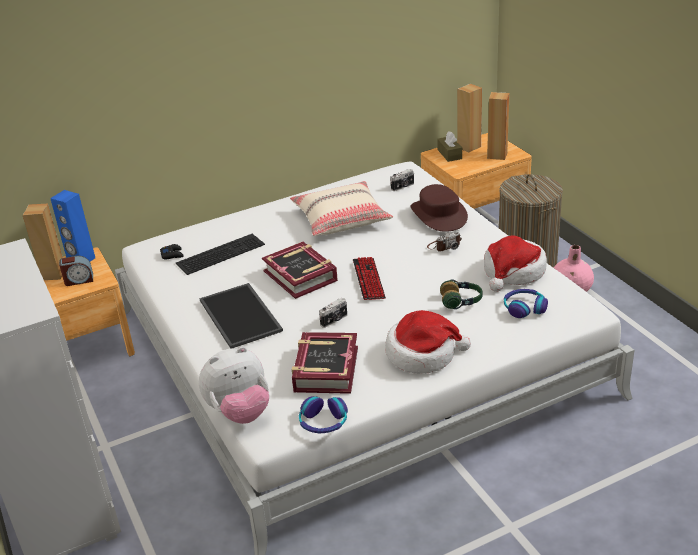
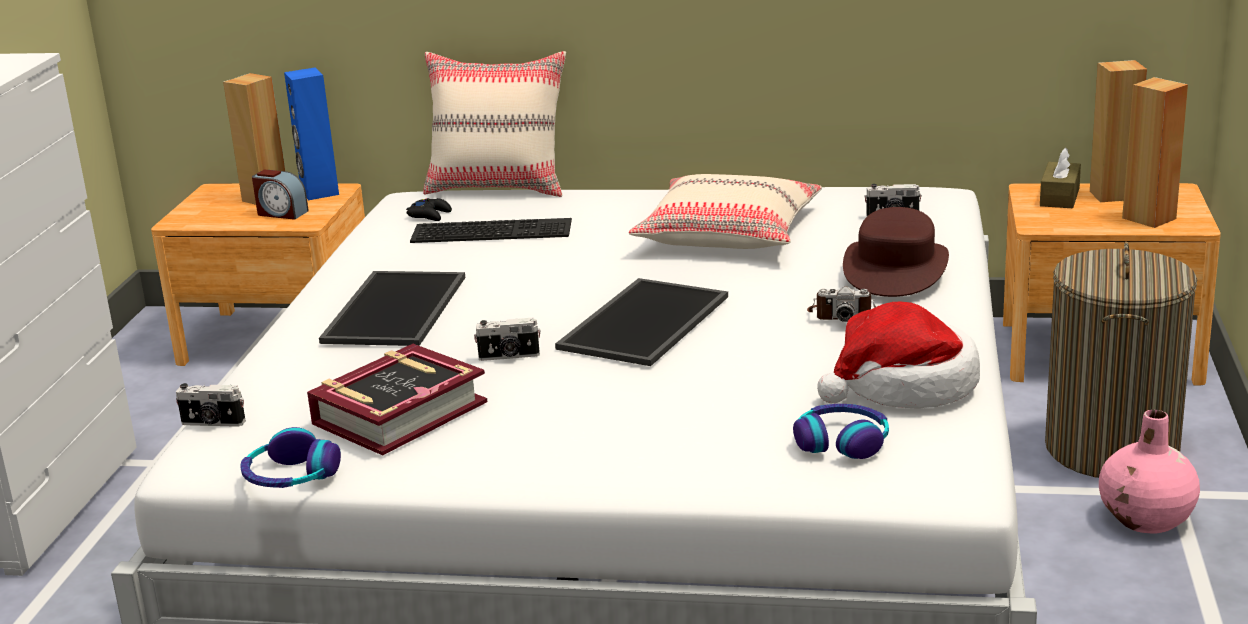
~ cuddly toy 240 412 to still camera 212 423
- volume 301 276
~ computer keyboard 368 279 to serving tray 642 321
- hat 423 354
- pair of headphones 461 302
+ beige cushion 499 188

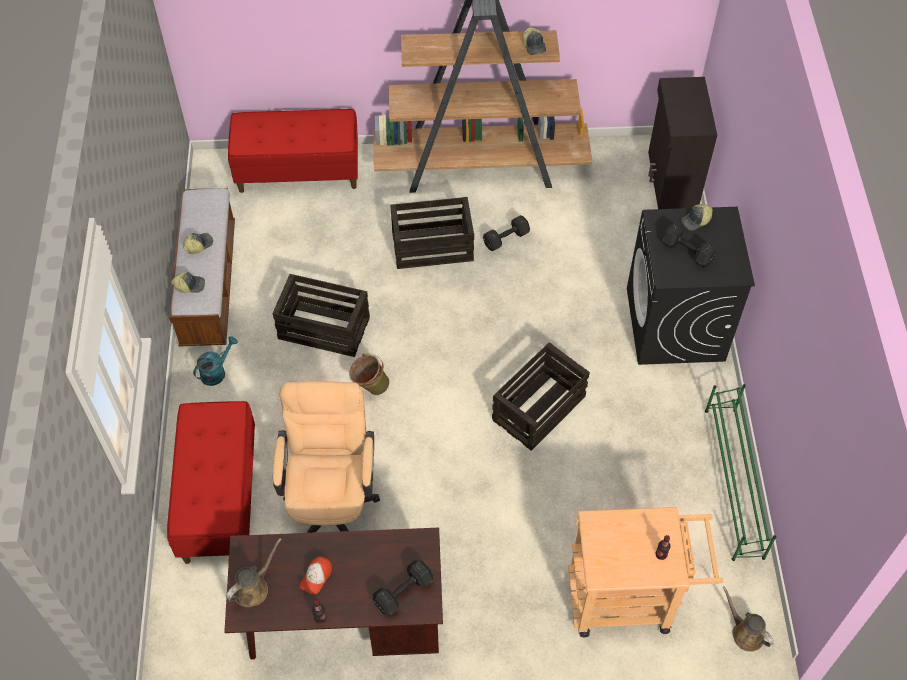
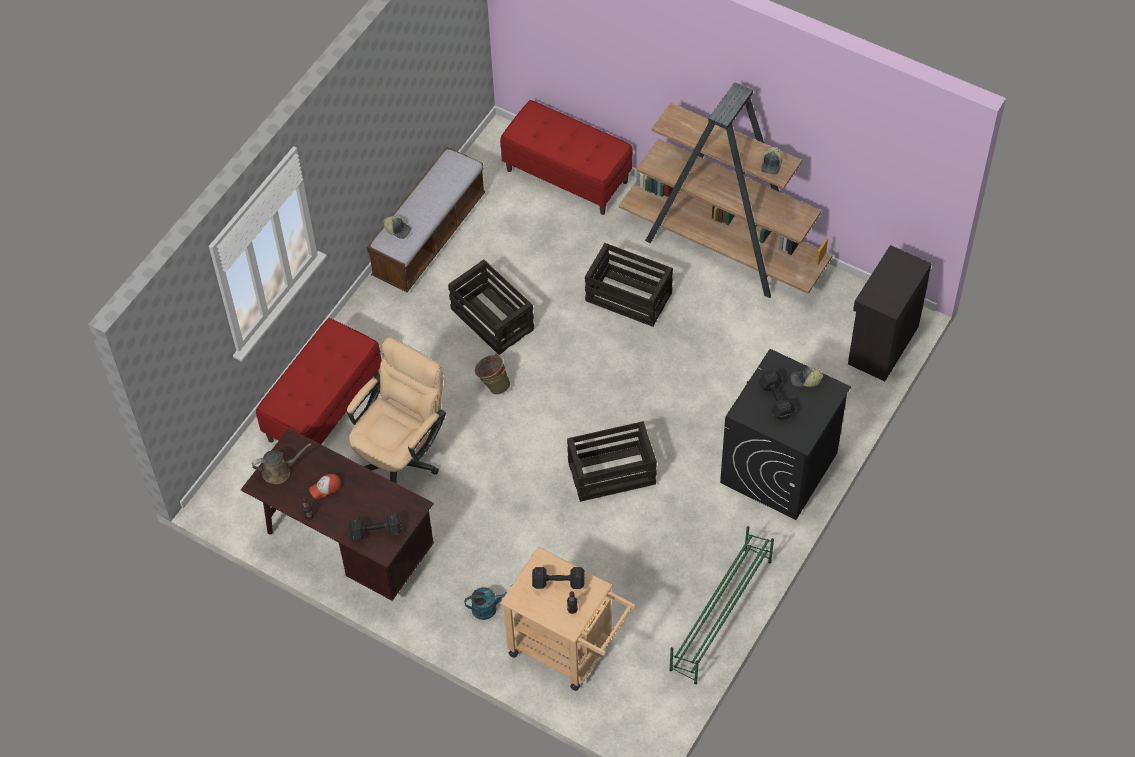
- cap 198 245
~ blue-green watering pot 216 371 to 489 607
~ black-coloured dumbbell 505 239 to 557 582
- brownish watering pot 745 633

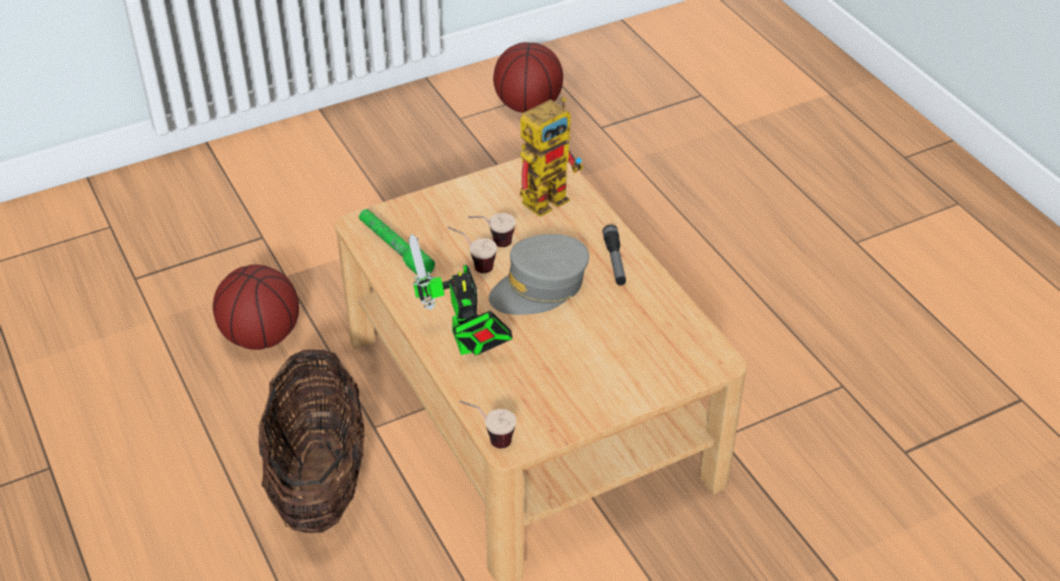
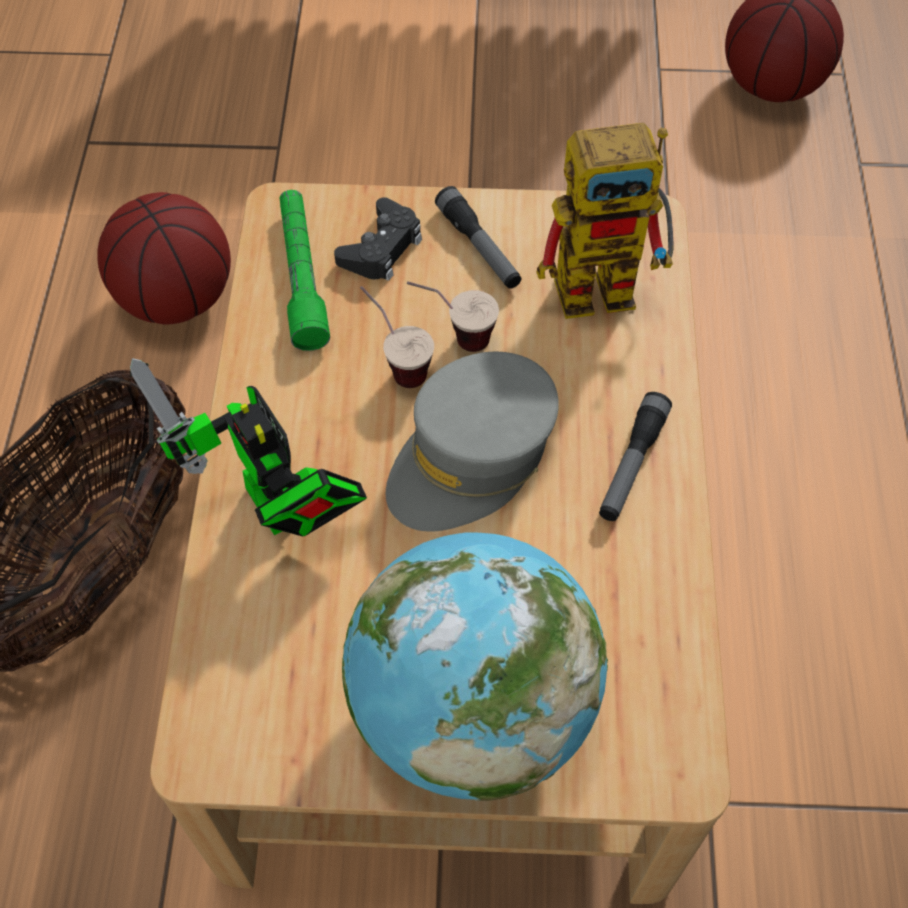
~ toy robot 466 345 = 278 513 45 degrees counterclockwise
- small cup 488 439
~ grey cap 540 288 = 471 458 45 degrees counterclockwise
+ black-coloured game controller 381 248
+ world globe 472 709
+ hand torch 479 247

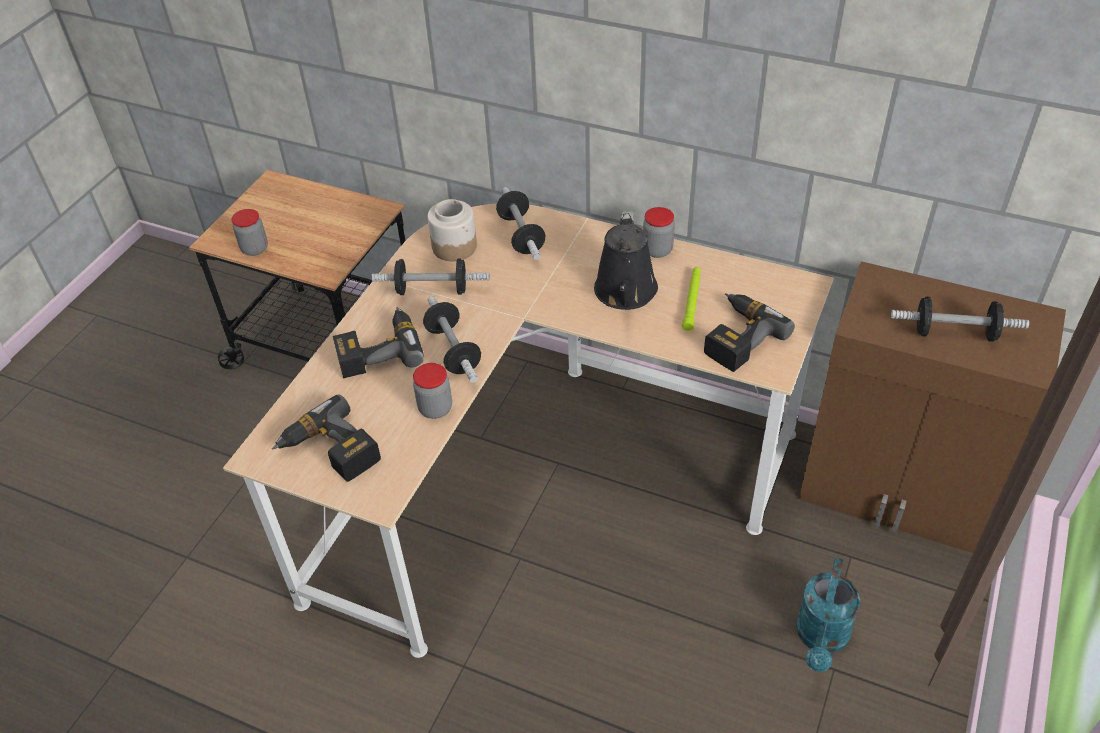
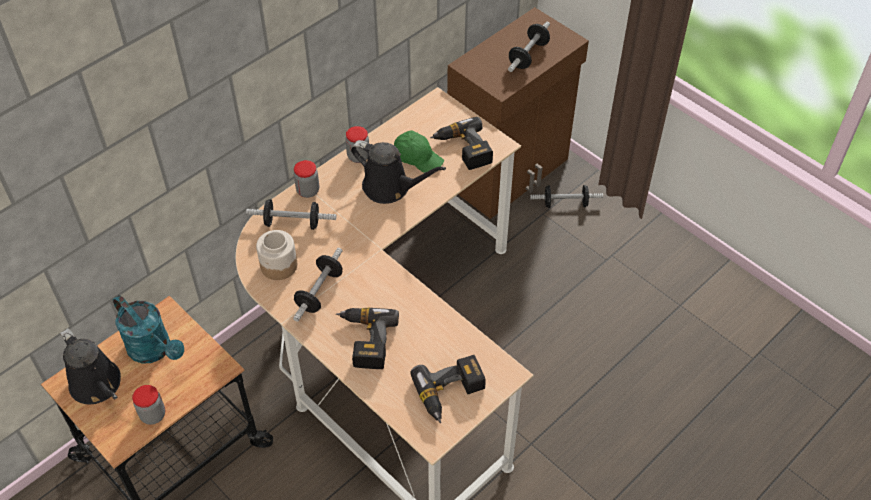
~ jar 435 408 to 308 191
~ dumbbell 453 351 to 565 203
~ green-coloured hand torch 692 300 to green-coloured cap 418 158
~ blue-green watering pot 821 638 to 154 350
+ black-coloured watering pot 98 386

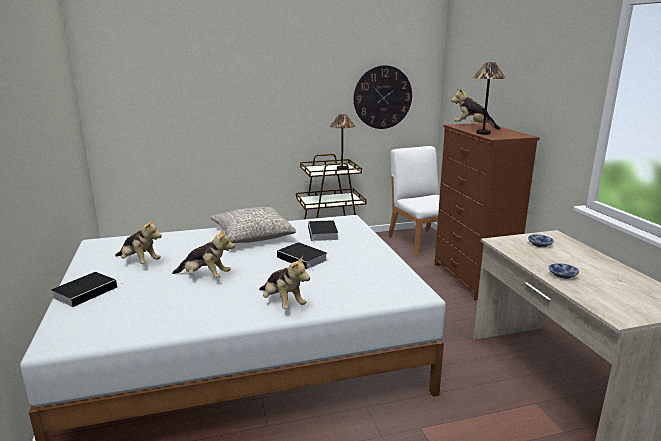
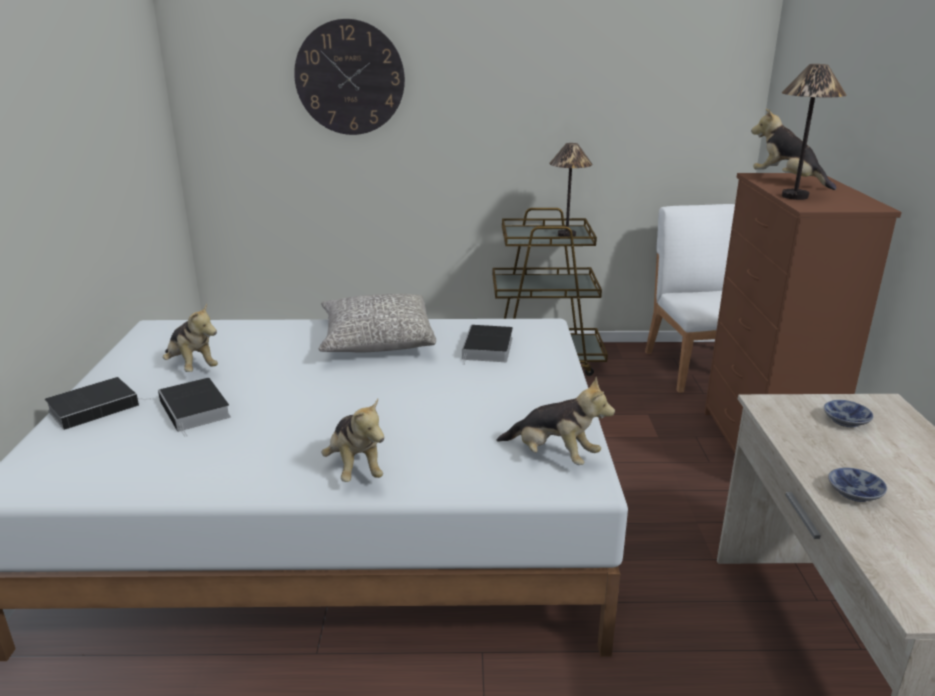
~ cuddly toy 205 277 to 553 456
~ volume 303 259 to 196 410
~ hanging clock 382 97 to 350 78

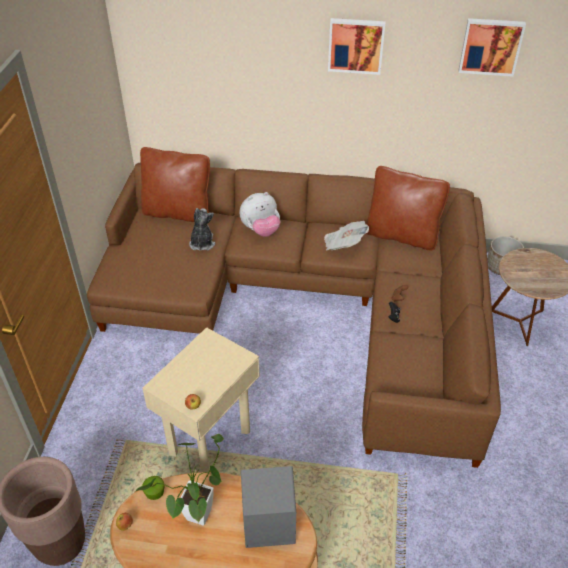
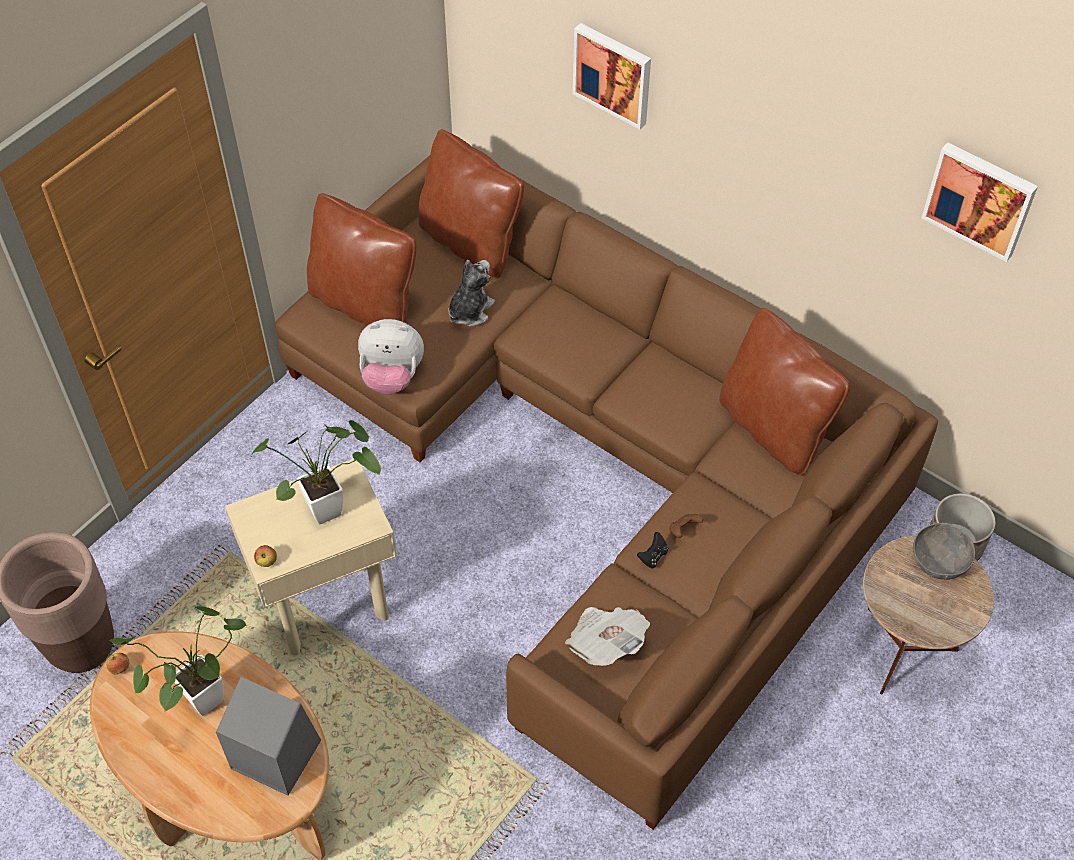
- apple fruit 155 493
~ cuddly toy 261 230 to 392 377
~ newspaper 344 244 to 605 643
~ wall picture 356 45 to 613 74
+ houseplant 333 509
+ brownish cushion 365 304
+ grey bowl 939 561

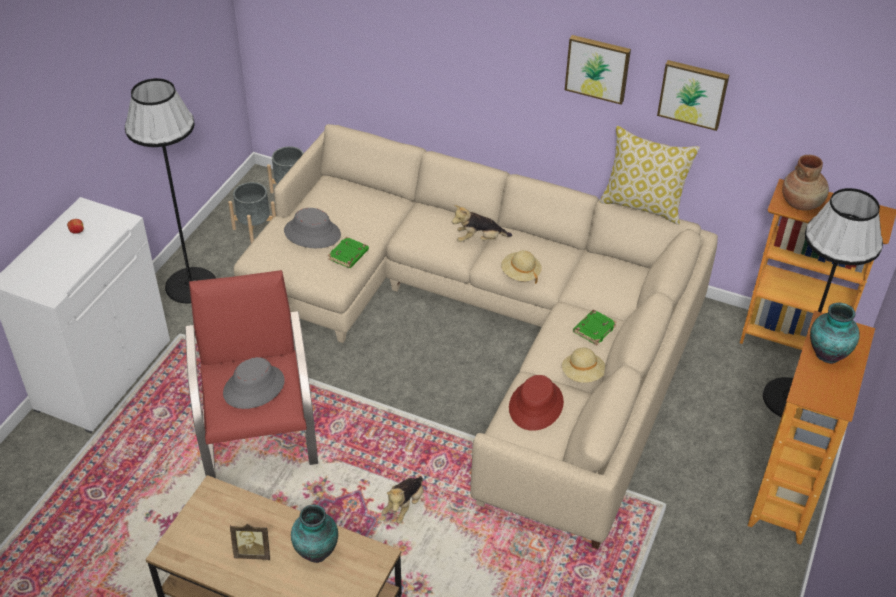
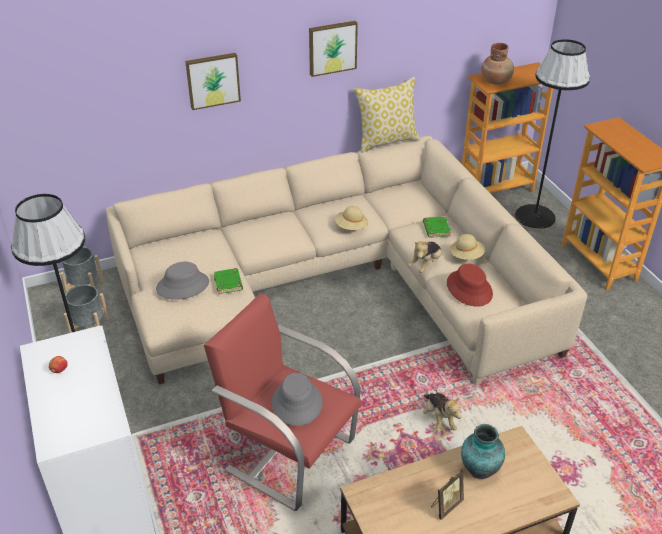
~ cuddly toy 479 240 to 425 264
~ wall picture 693 93 to 212 80
- flower vase 826 354

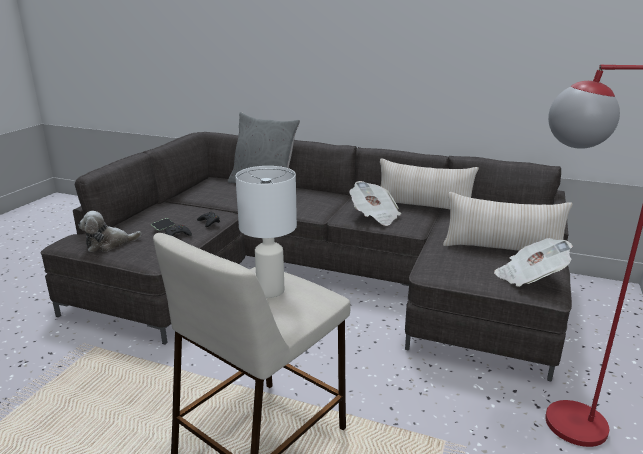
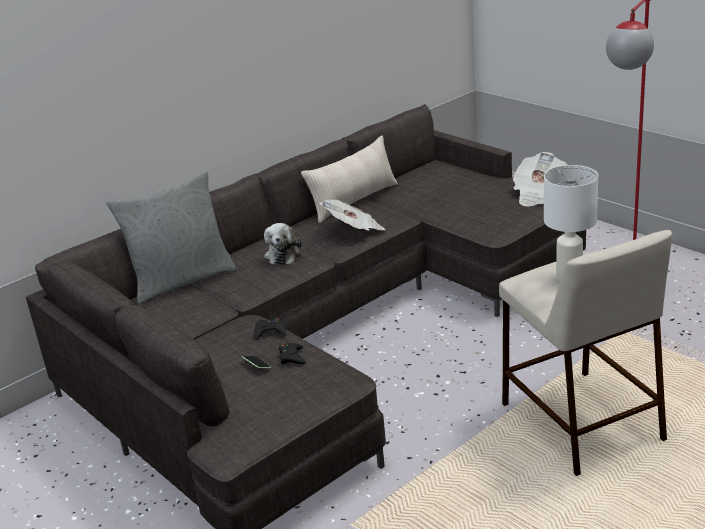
~ cuddly toy 109 244 to 283 254
- beige cushion 502 249

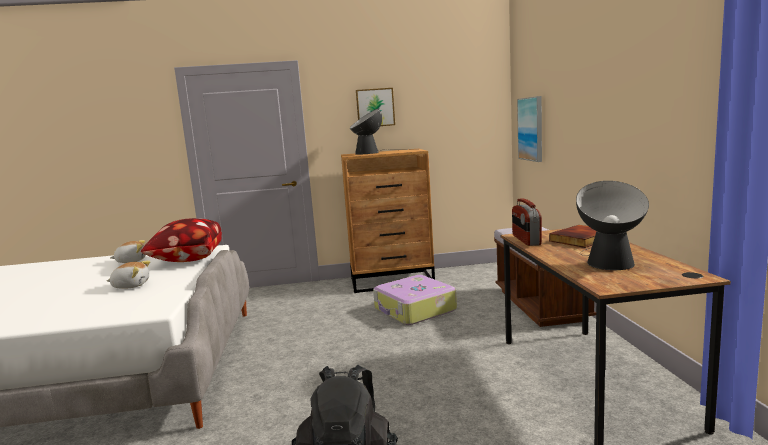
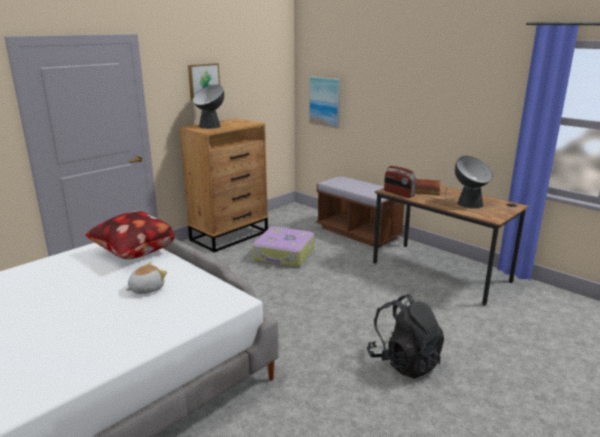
- cuddly toy 131 261

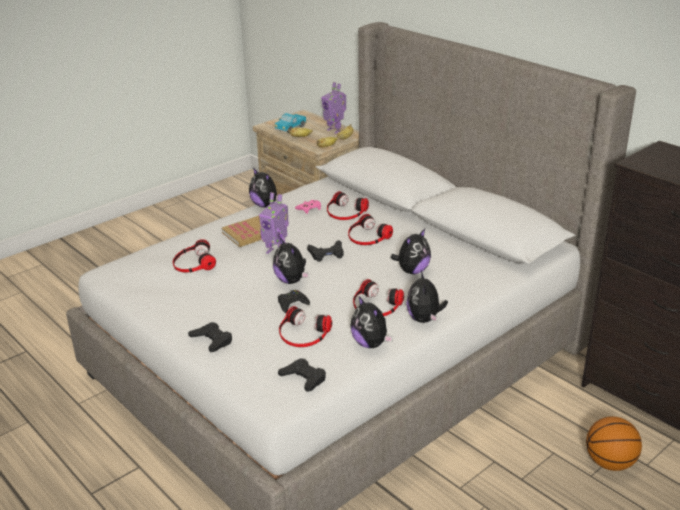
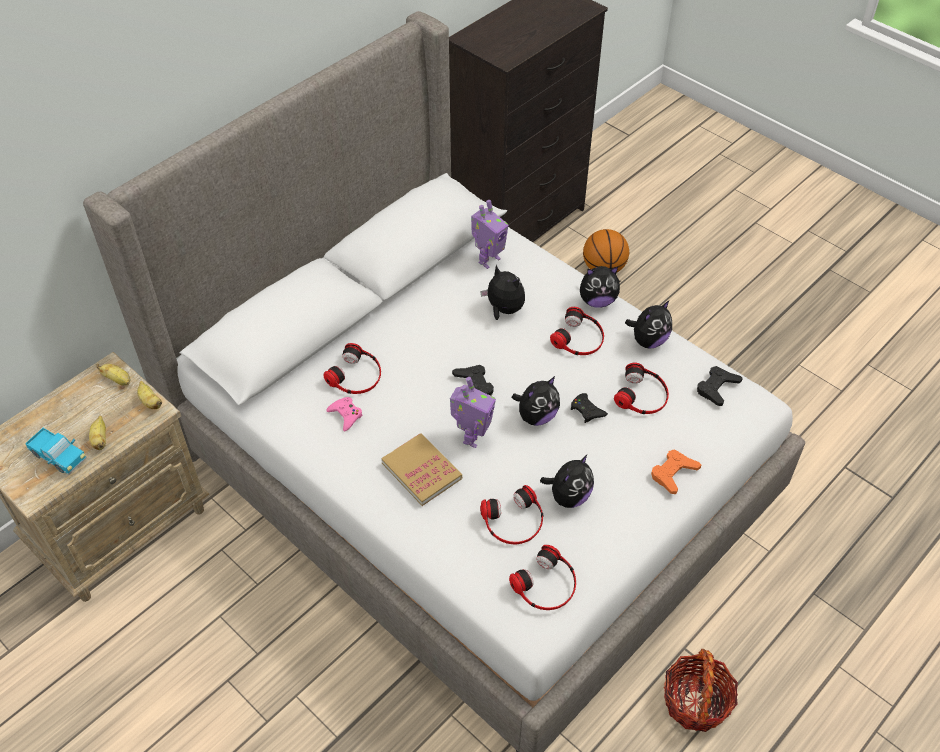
~ black-coloured game controller 212 340 to orangey game controller 673 473
~ cuddly toy 265 205 to 568 496
~ toy robot 334 130 to 488 260
~ pair of headphones 367 236 to 546 585
+ storage basket 696 702

